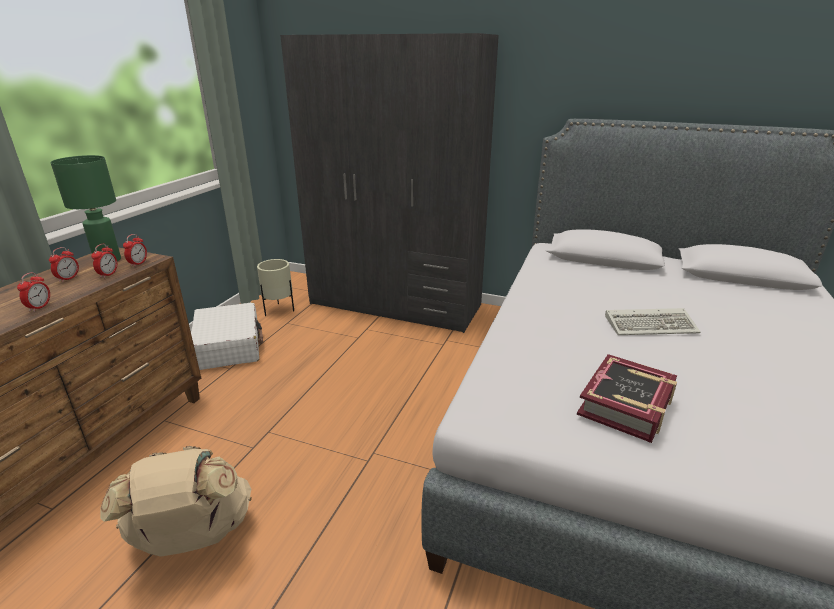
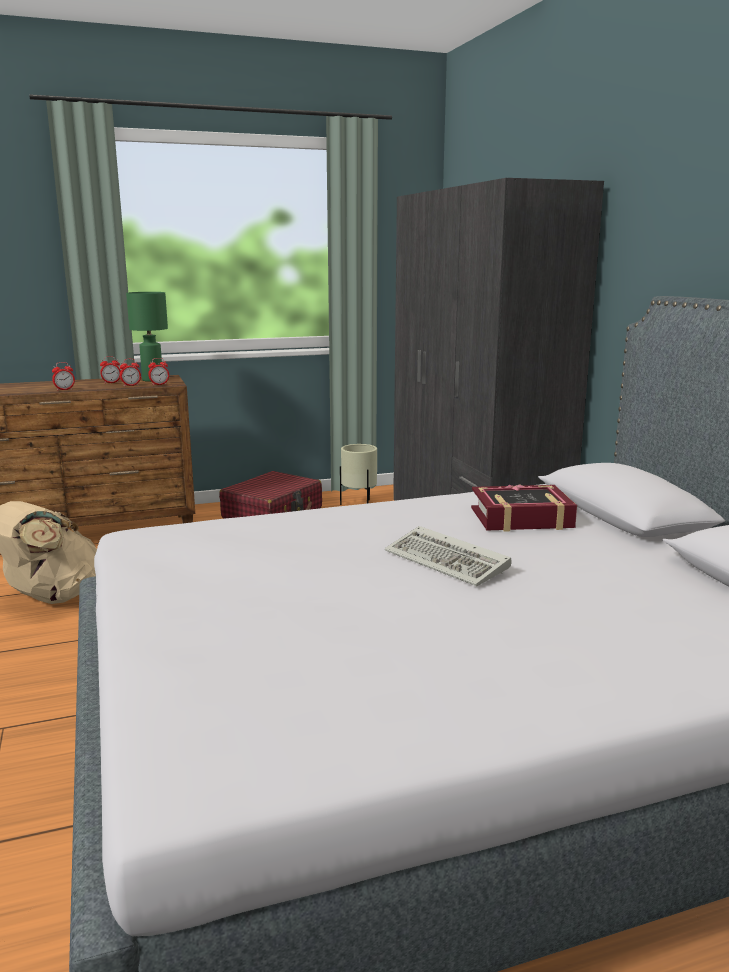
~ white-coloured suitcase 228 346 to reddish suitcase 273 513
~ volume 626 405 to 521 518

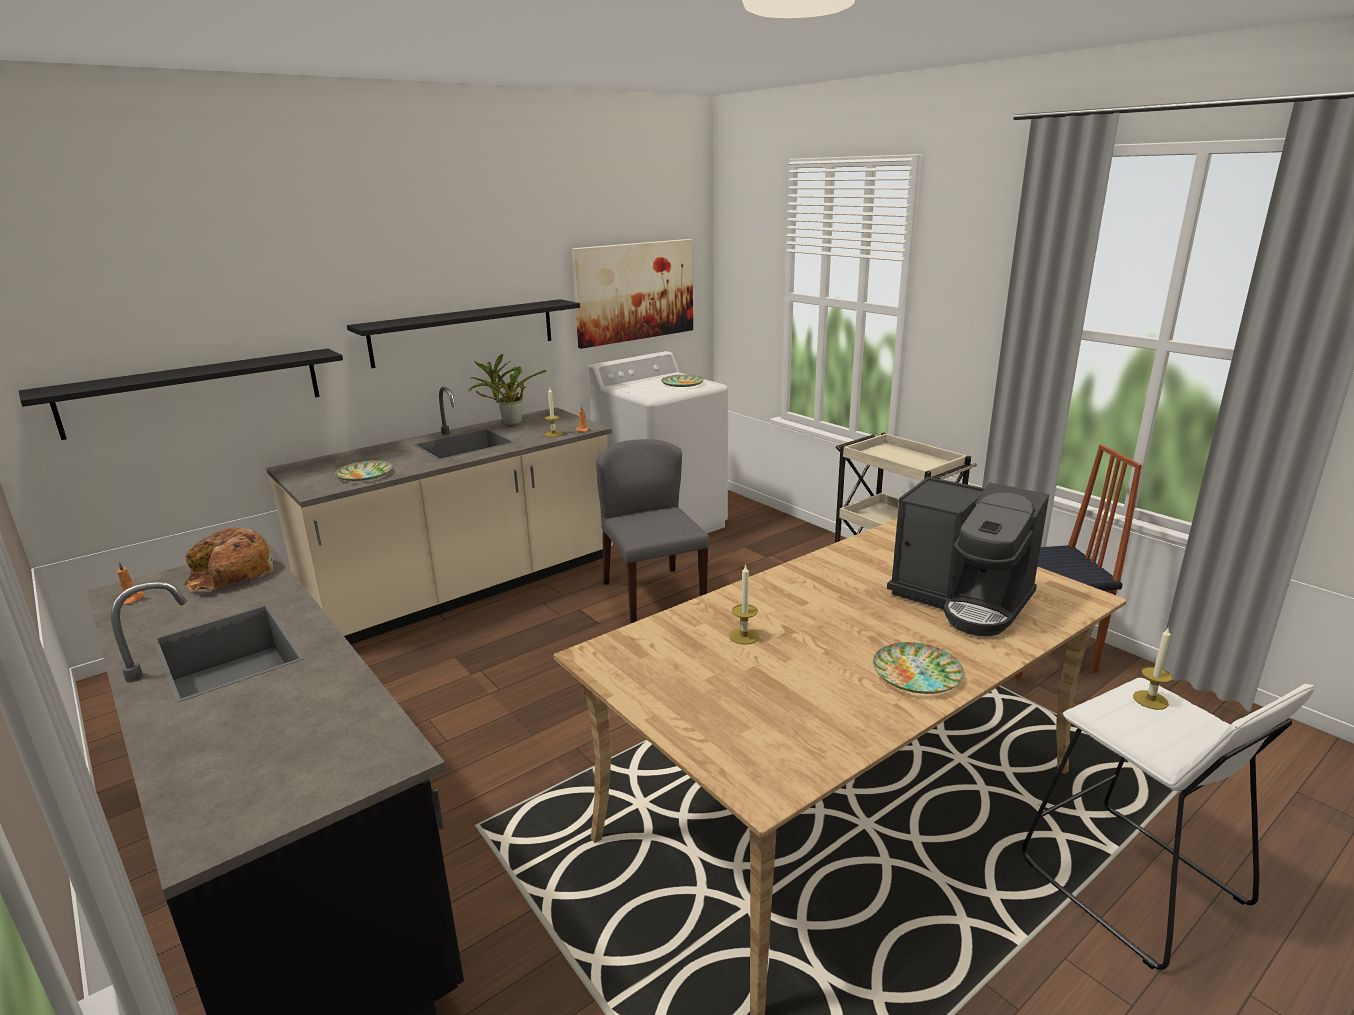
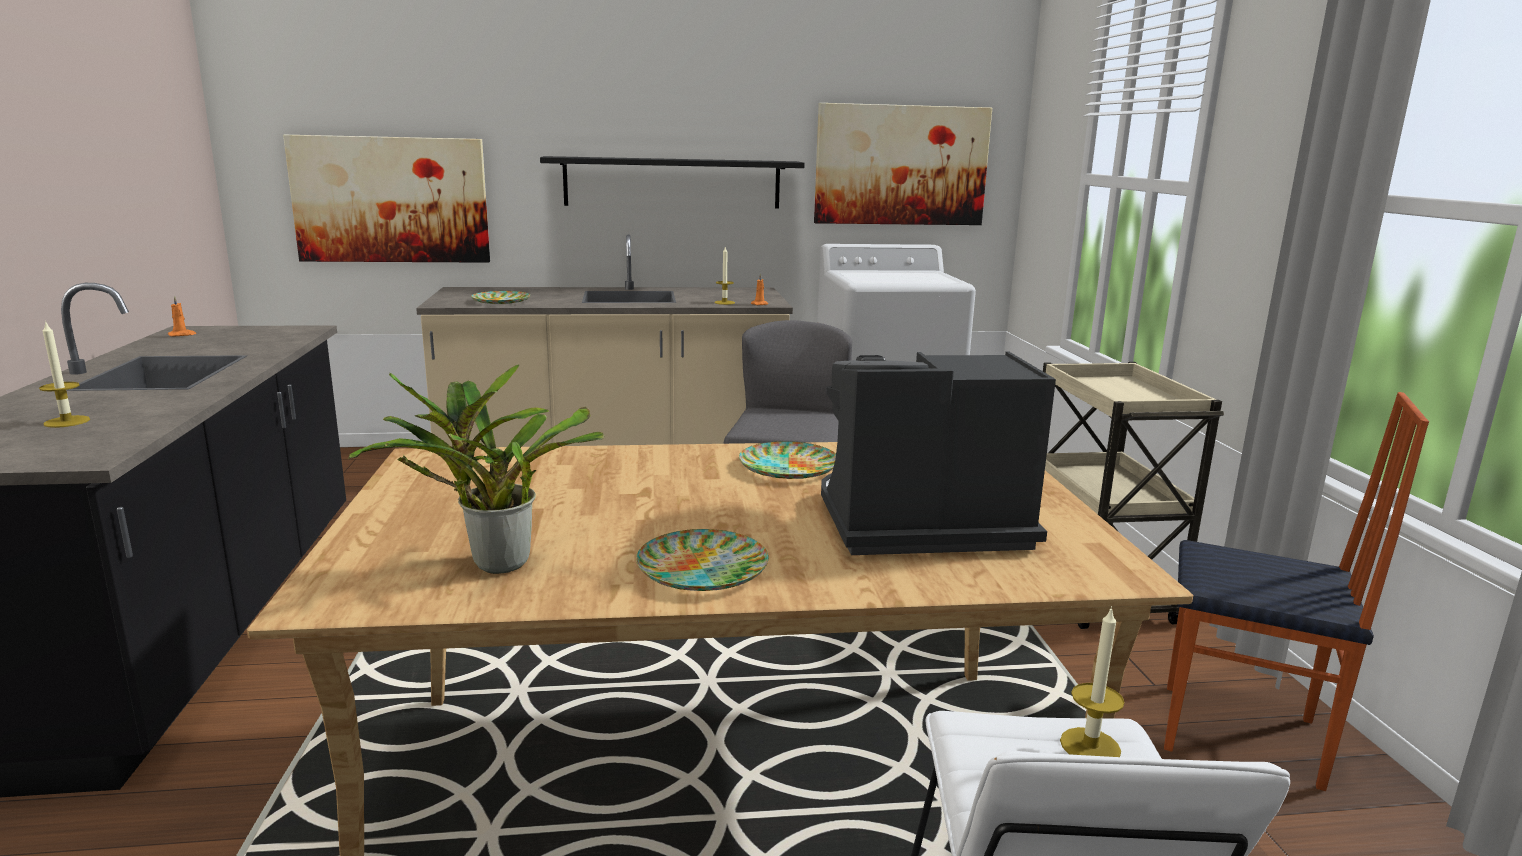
~ black-coloured shelf 194 392 to wall picture 391 200
- baked bread 229 575
~ houseplant 509 424 to 493 563
~ plate 682 384 to 788 467
~ wax light 744 636 to 67 421
~ coffee brewer 962 600 = 917 526 105 degrees clockwise

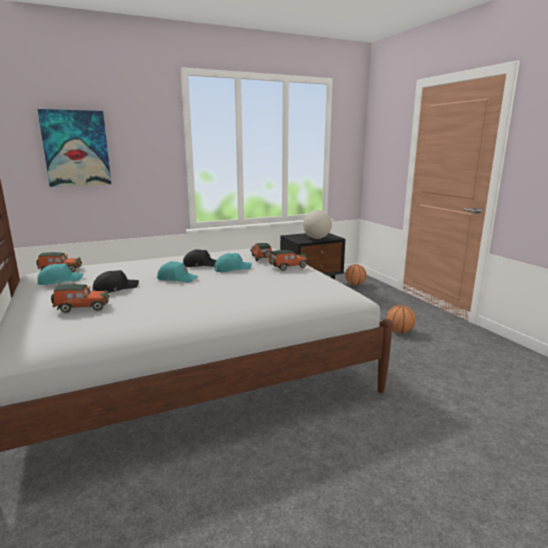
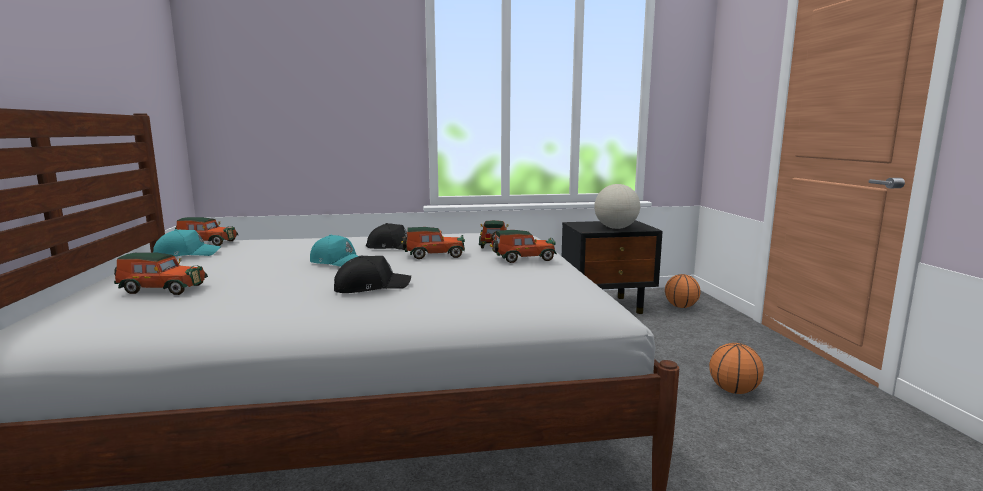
- wall picture 76 148
~ black-coloured cap 115 288 to 371 287
~ blue-green cap 232 269 to model car 433 255

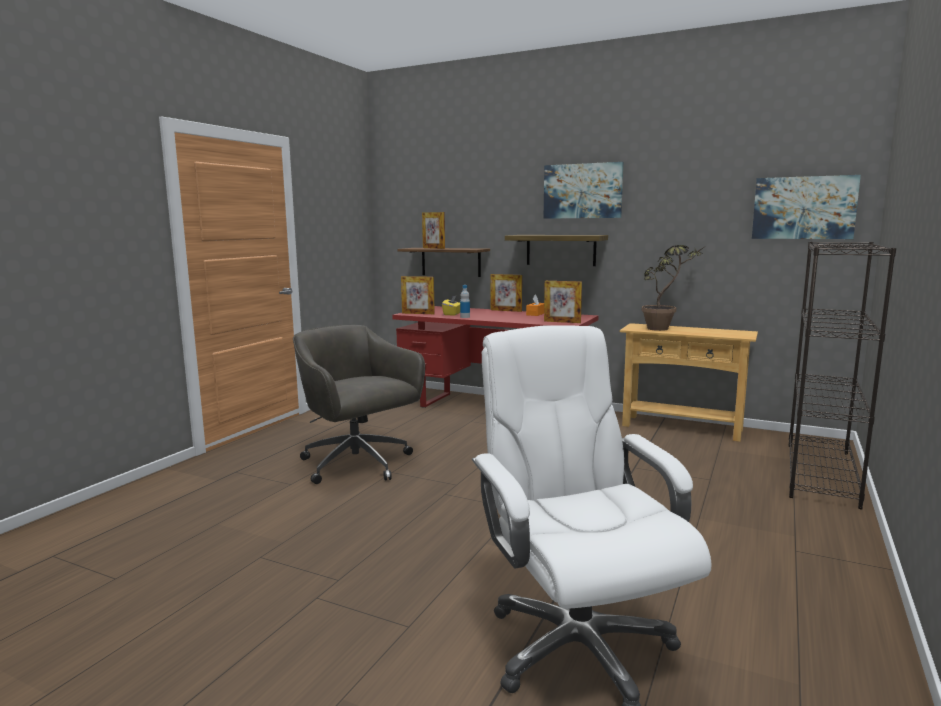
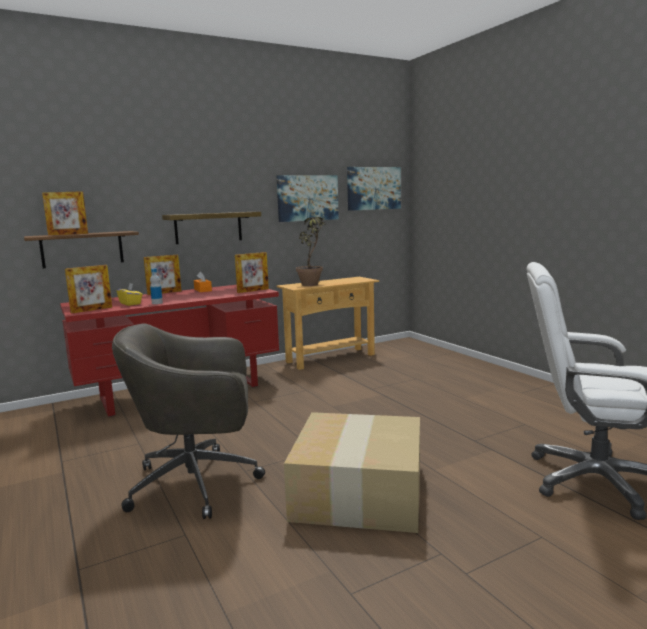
~ wall picture 582 191 to 307 198
- black-coloured shelving unit 821 474
+ packing box 357 491

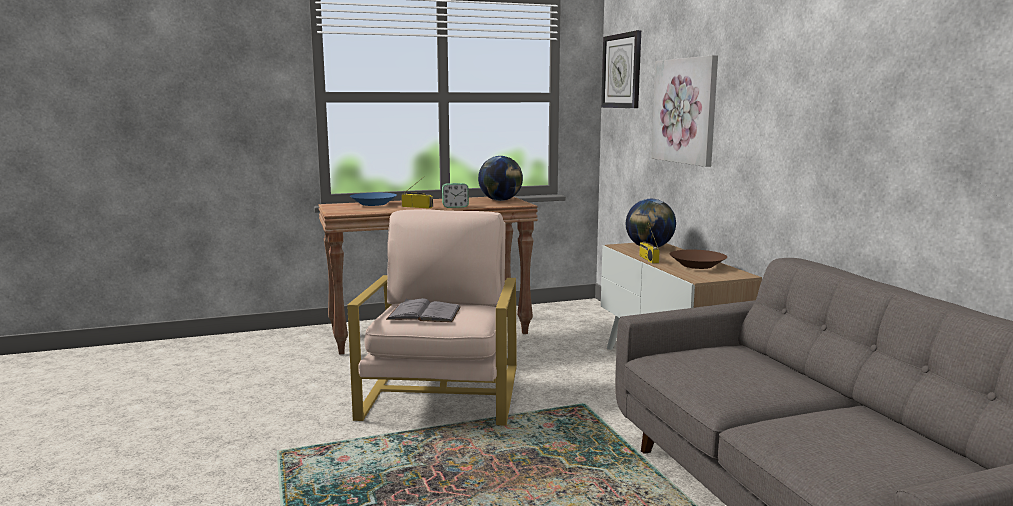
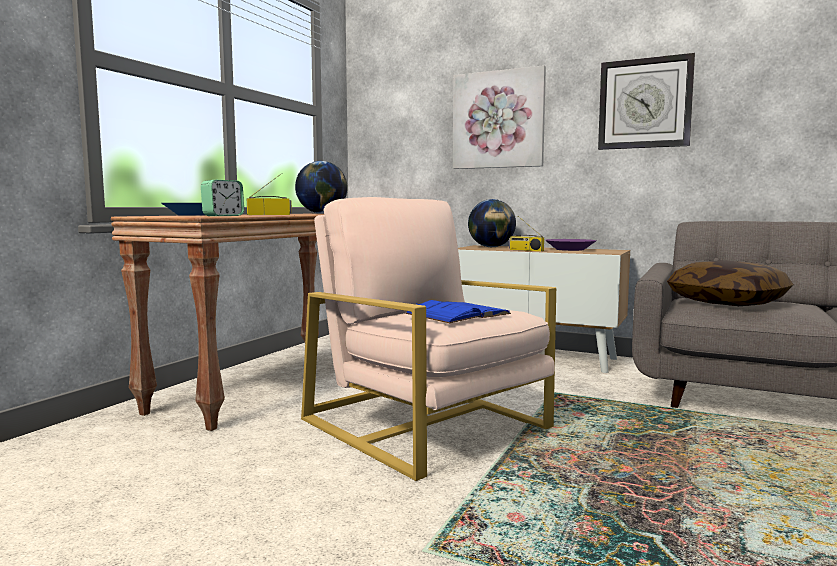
~ grey volume 424 313 to bluish volume 458 313
~ bedside clock 455 207 to 223 216
~ hanging clock 622 71 to 645 103
~ brownish bowl 697 265 to purplish bowl 570 249
+ cushion 727 302

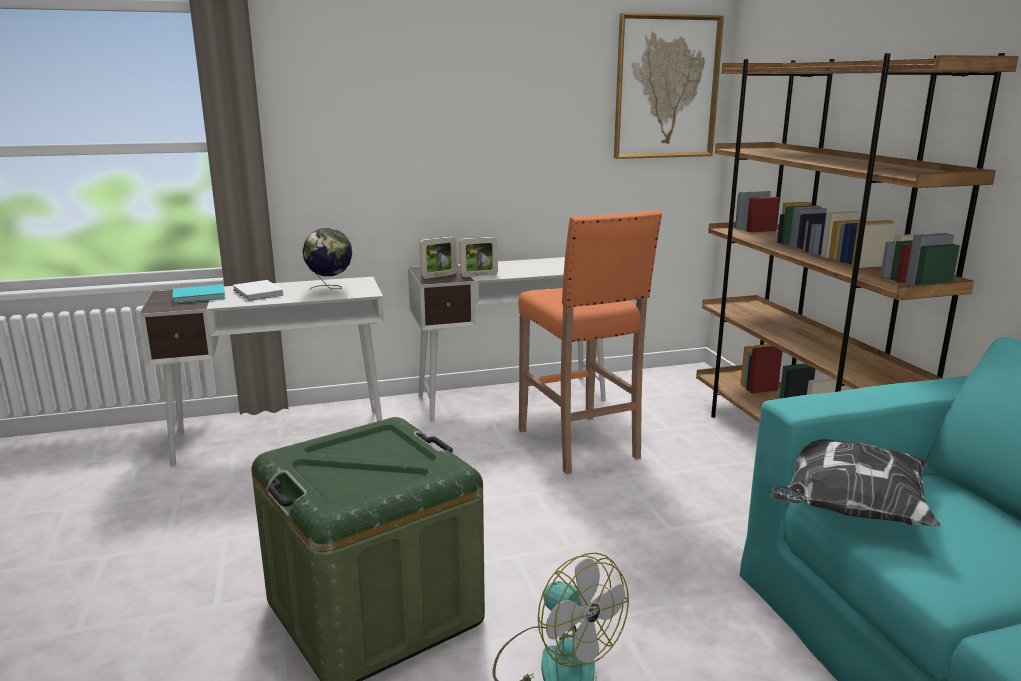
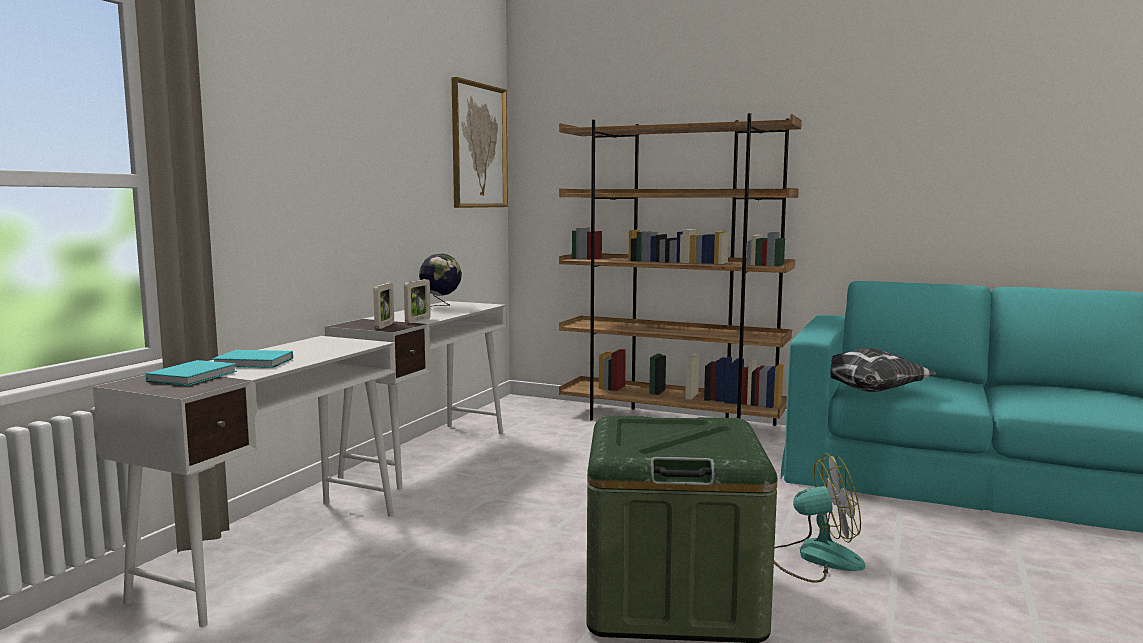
~ white-coloured volume 257 293 to blue-green volume 255 362
~ world globe 330 288 to 441 307
- orangey stool 579 445

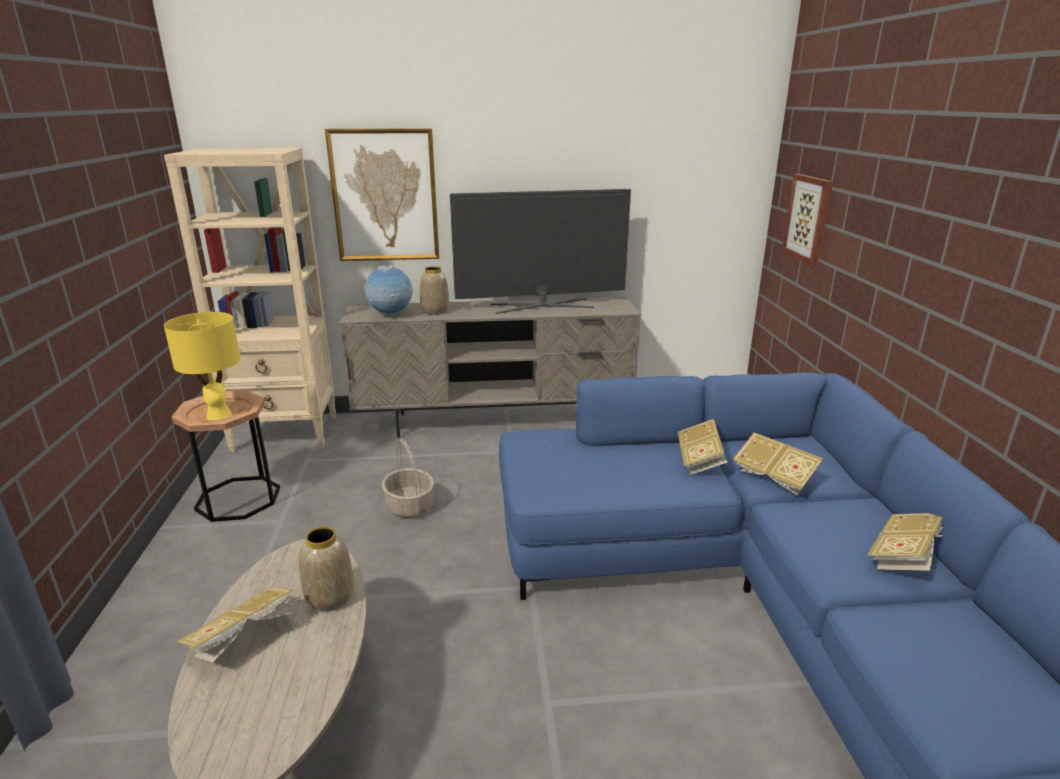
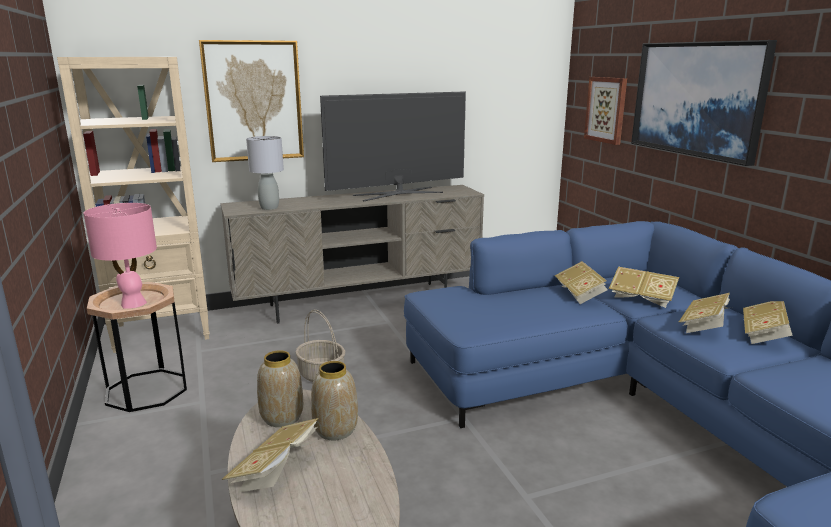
~ yellow-coloured table lamp 219 414 to pink-coloured table lamp 133 303
~ world globe 390 315 to grey table lamp 269 208
~ flower vase 435 311 to 282 418
+ wall picture 697 99
+ volume 704 326

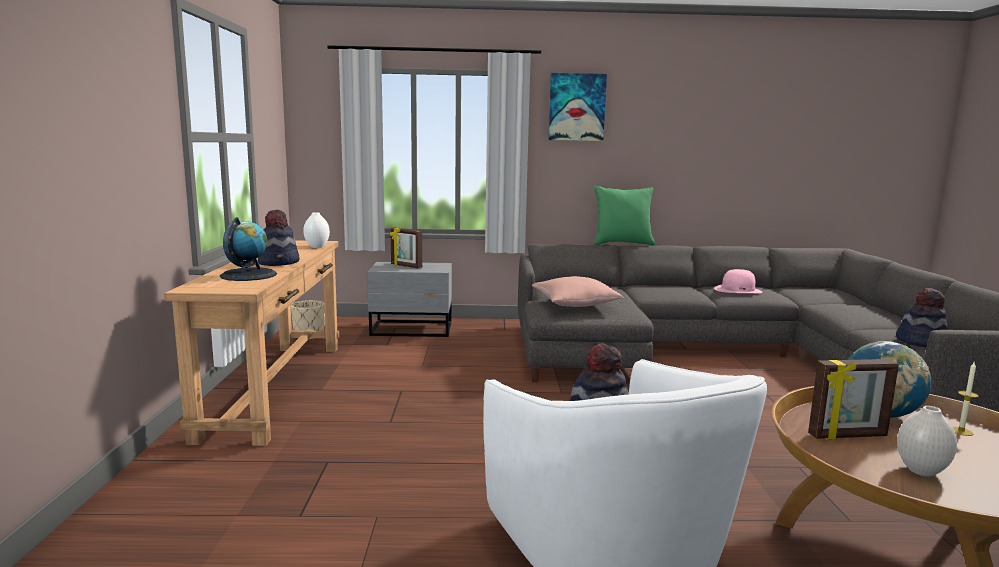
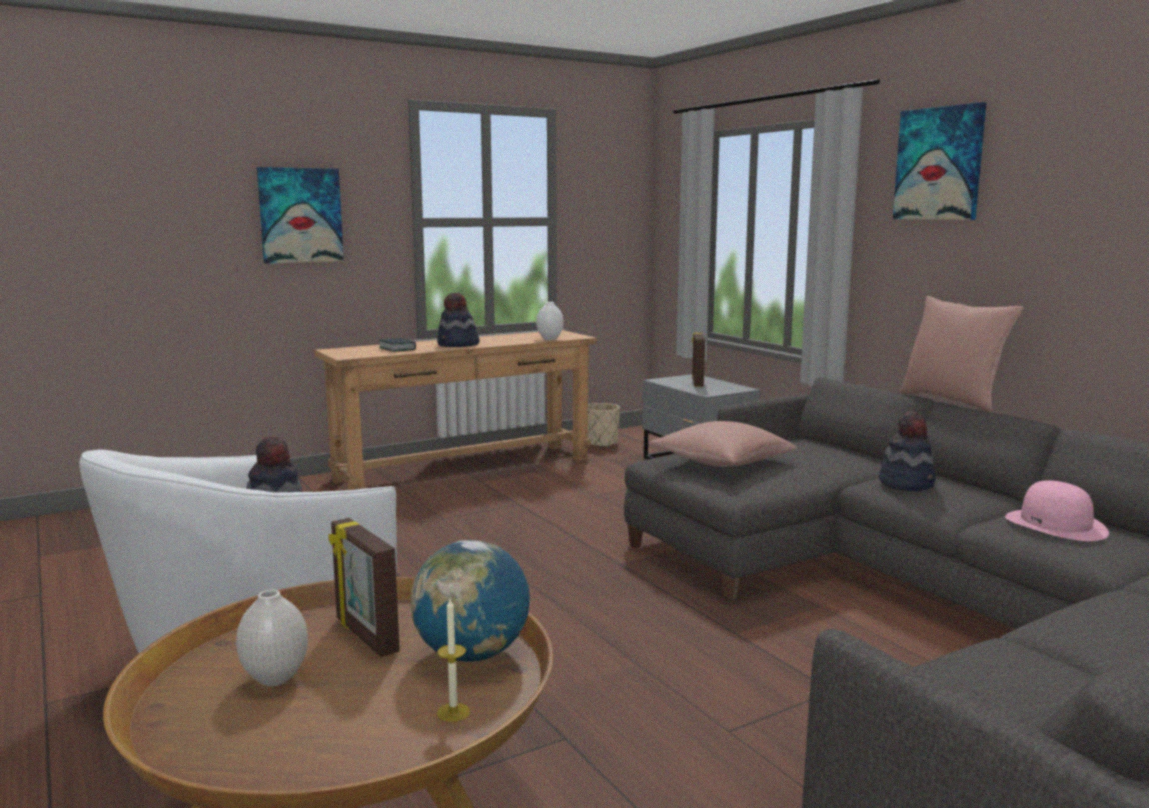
~ world globe 248 275 to volume 397 349
~ green-coloured cushion 622 244 to pink-coloured cushion 952 401
~ hat 921 342 to 907 483
+ wall picture 300 215

